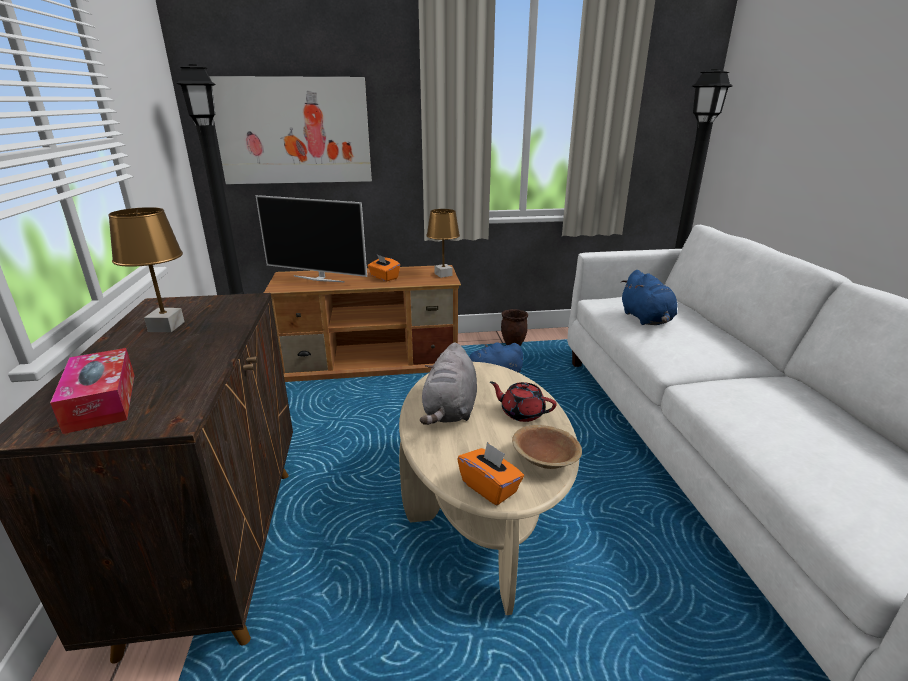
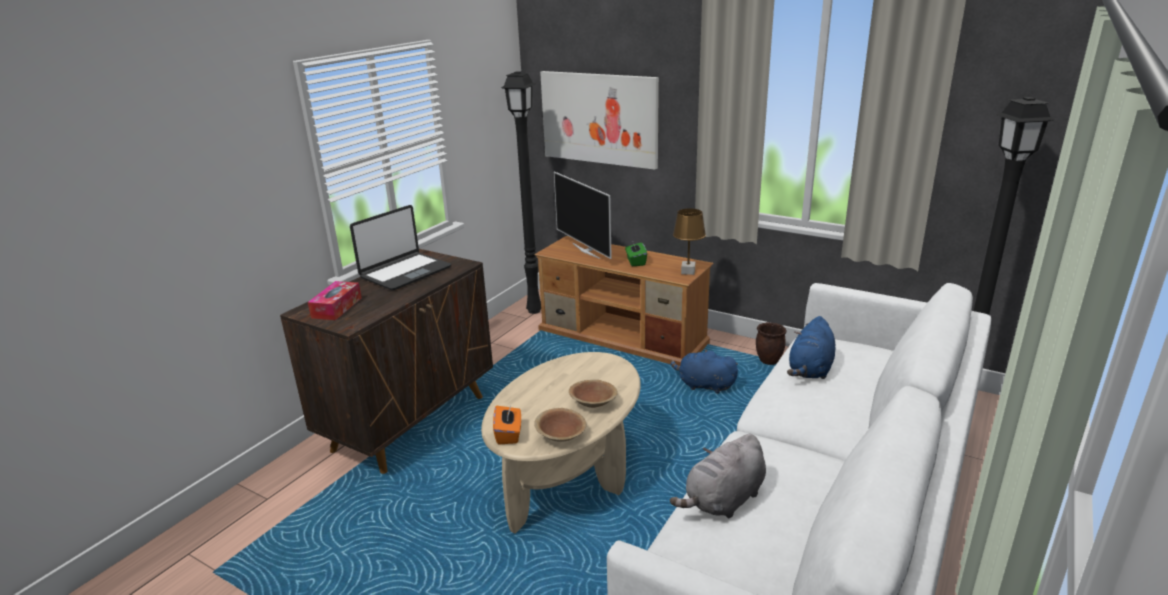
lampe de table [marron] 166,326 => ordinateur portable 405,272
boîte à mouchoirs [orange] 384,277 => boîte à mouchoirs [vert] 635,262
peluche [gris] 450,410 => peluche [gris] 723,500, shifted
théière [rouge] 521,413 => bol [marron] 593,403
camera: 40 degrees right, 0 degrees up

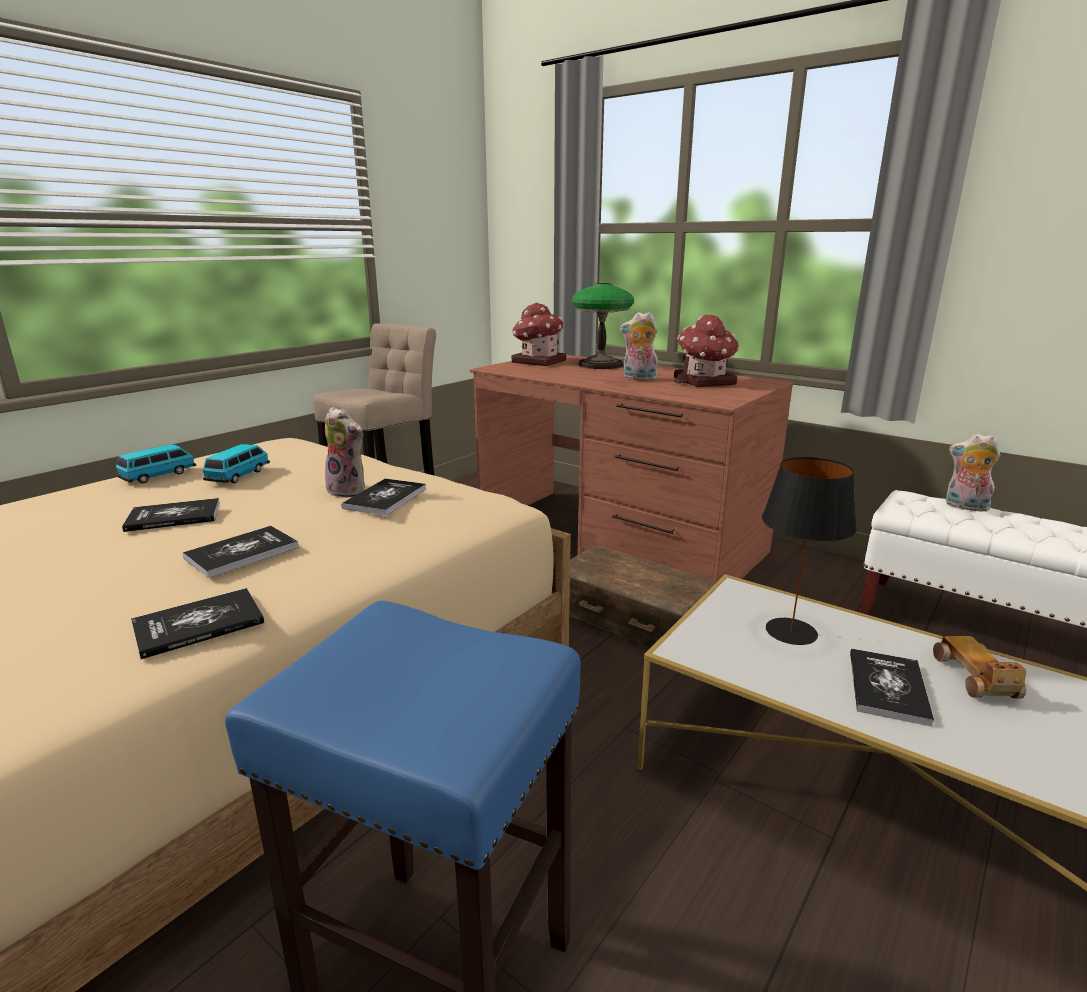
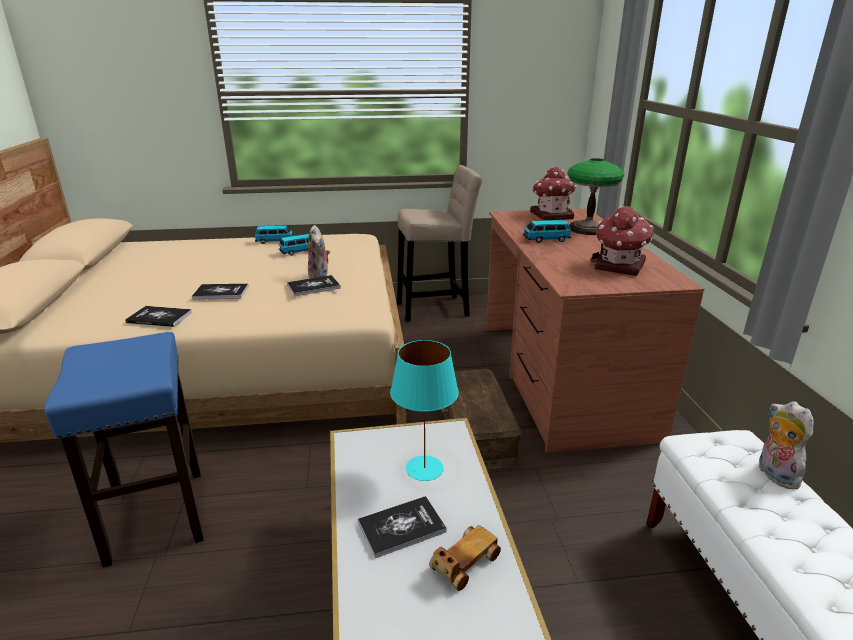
livre 174,517 => nothing
peluche 638,379 => nothing
lampe de table [noir] 791,632 => lampe de table [turquoise] 424,468
nothing => petite voiture 546,239
camera: 45 degrees right, 5 degrees up

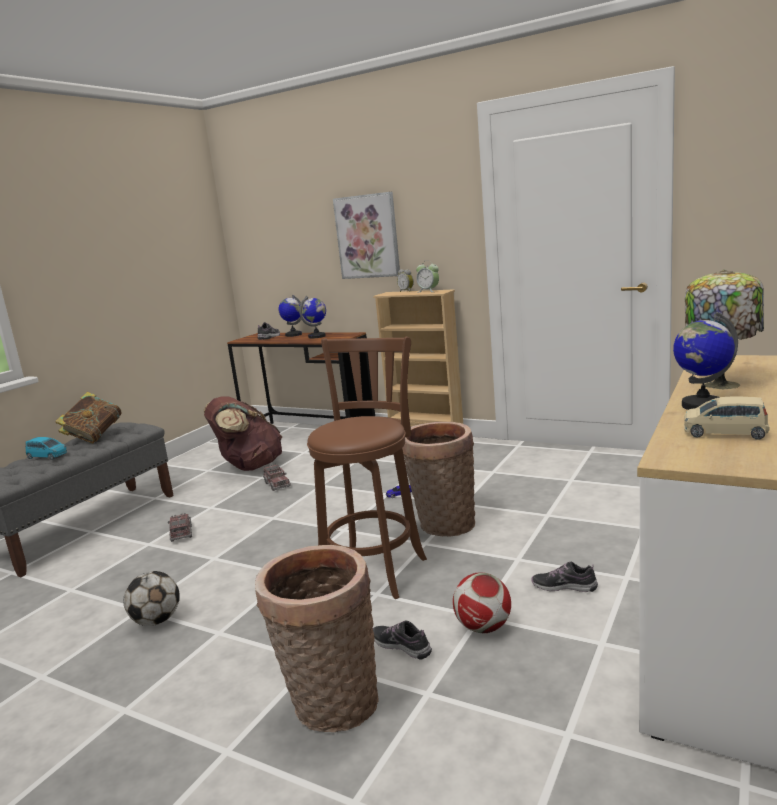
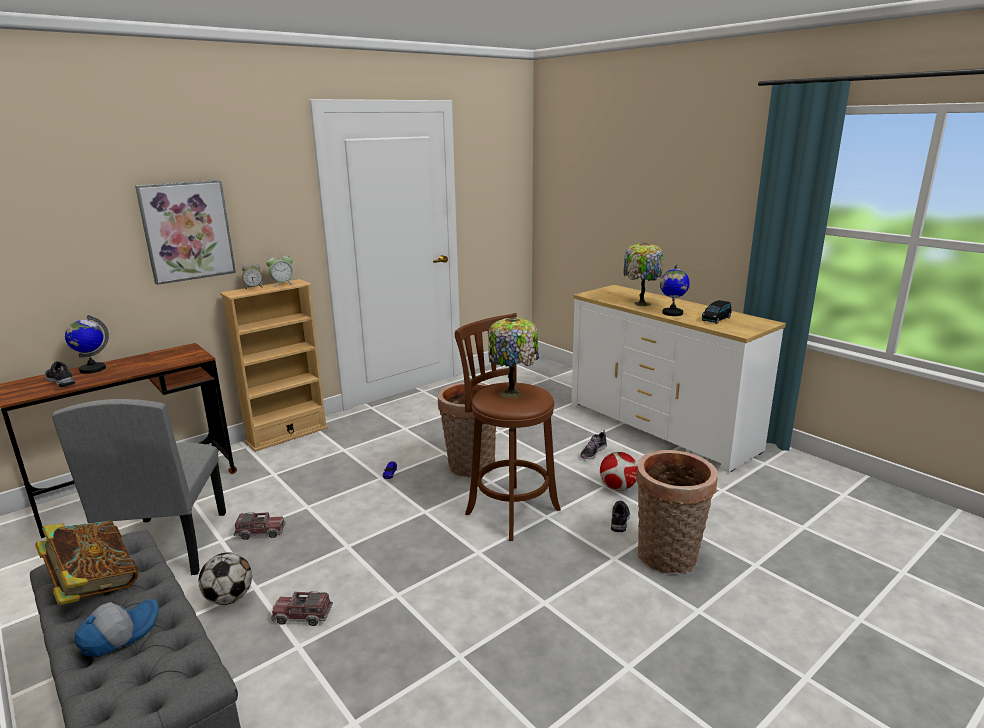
petite voiture [bleu] 47,456 => casquette 119,634
ballon de foot 157,621 => ballon de foot 229,598, shifted
sac à dos [marron] 249,466 => chaise [gris] 169,545
globe 317,336 => nothing
chaussure 401,646 => chaussure 619,520, 135 degrees clockwise
petite voiture [beige] 724,433 => petite voiture [noir] 716,319
nothing => lampe de table 512,394
camera: 70 degrees left, 5 degrees up

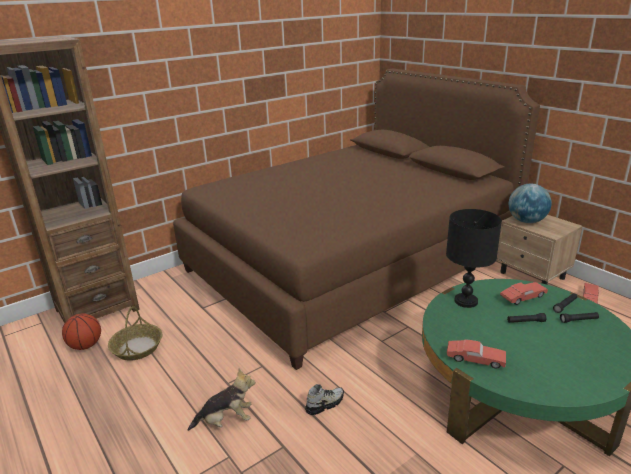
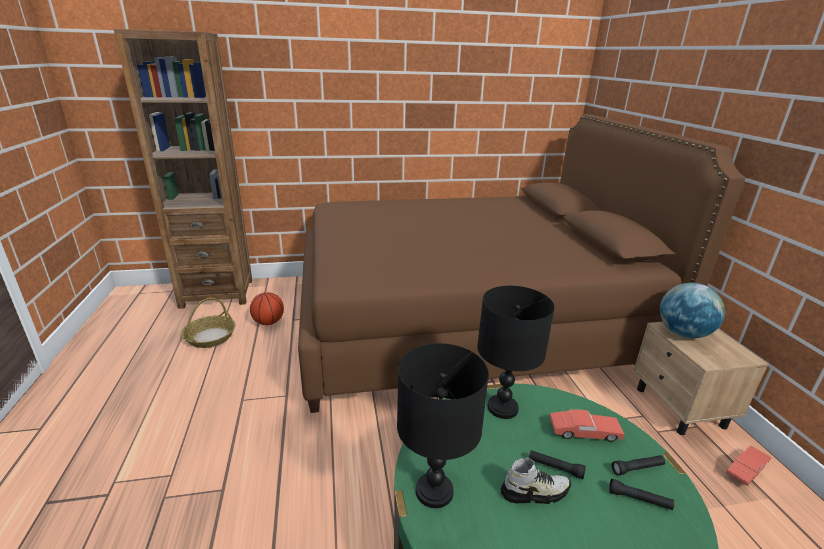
ballon de basket 85,346 => ballon de basket 268,322, shifted
peluche 226,421 => nothing
chaussure 325,404 => chaussure 534,492, shifted
petite voiture [rouge] 475,359 => lampe de table [noir] 434,490
camera: 25 degrees right, 0 degrees up

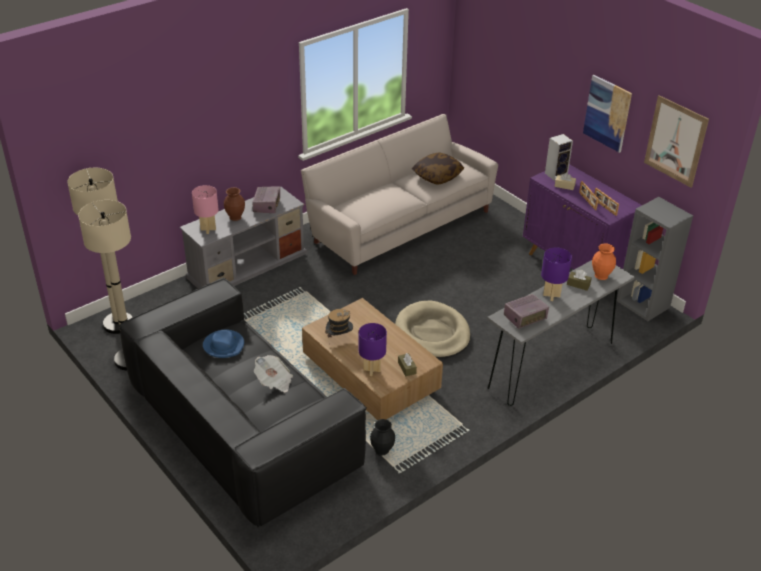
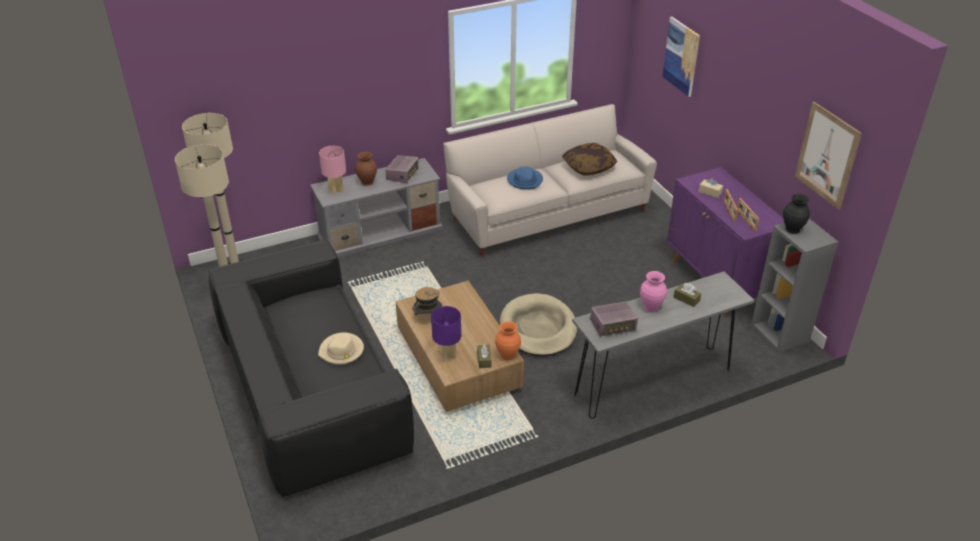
chapeau [bleu] 224,345 => chapeau [bleu] 525,180, shifted
journal 274,381 => chapeau [beige] 341,351
vase [noir] 381,450 => vase [noir] 792,229, shifted
lampe de table [violet] 551,296 => vase [rose] 651,307
enceinte 556,174 => nothing
tableau 607,113 => tableau 681,56, shifted
vase [orange] 601,275 => vase [orange] 508,355, shifted
camera: 15 degrees right, 0 degrees up

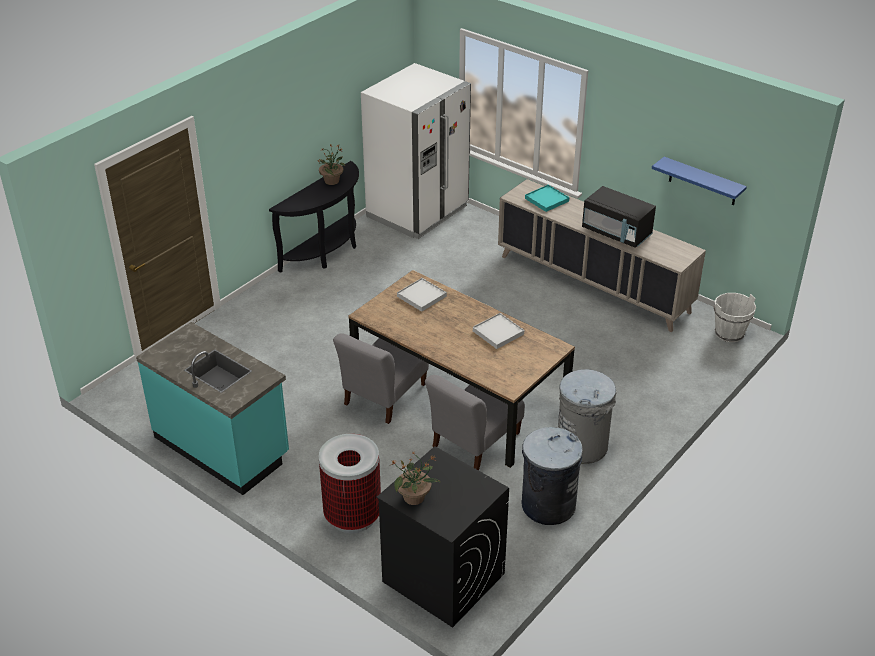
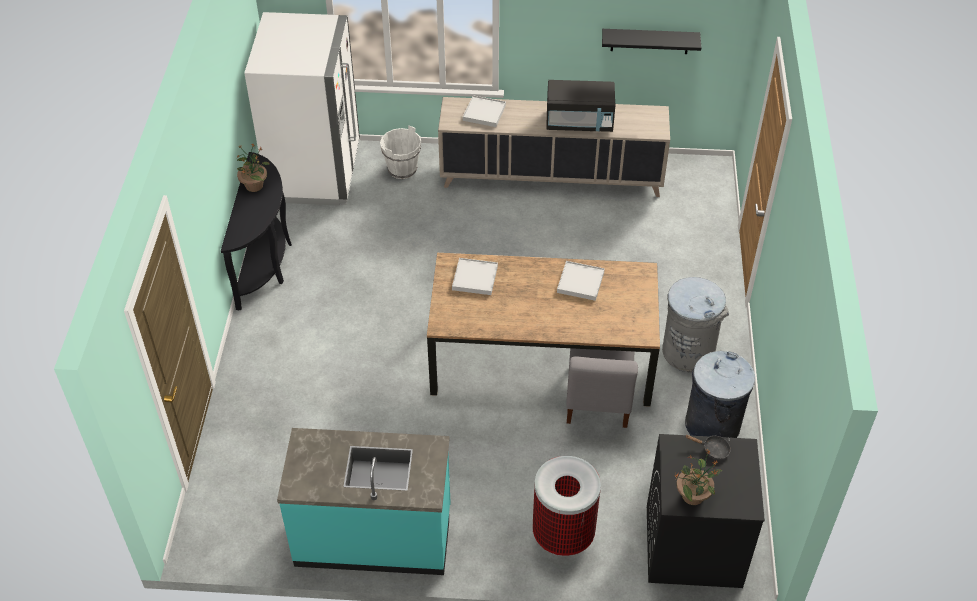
chaise [gris] 383,397 => nothing
plateau [turquoise] 547,200 => plateau [blanc] 484,113
étagère [bleu] 702,182 => étagère [noir] 649,41
seau [blanc] 729,333 => seau [blanc] 402,169, shifted
nothing => poêle [noir] 713,449
camera: 35 degrees left, 10 degrees up

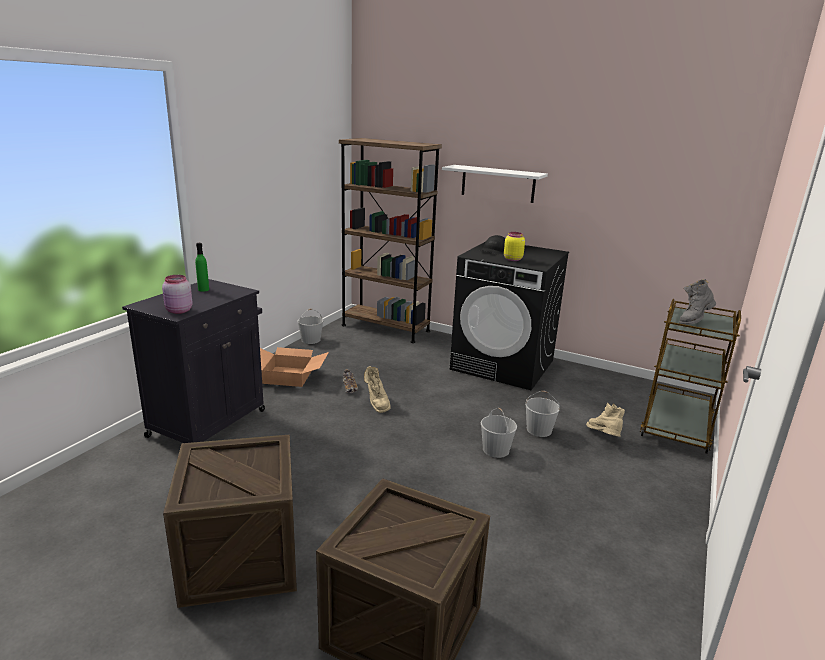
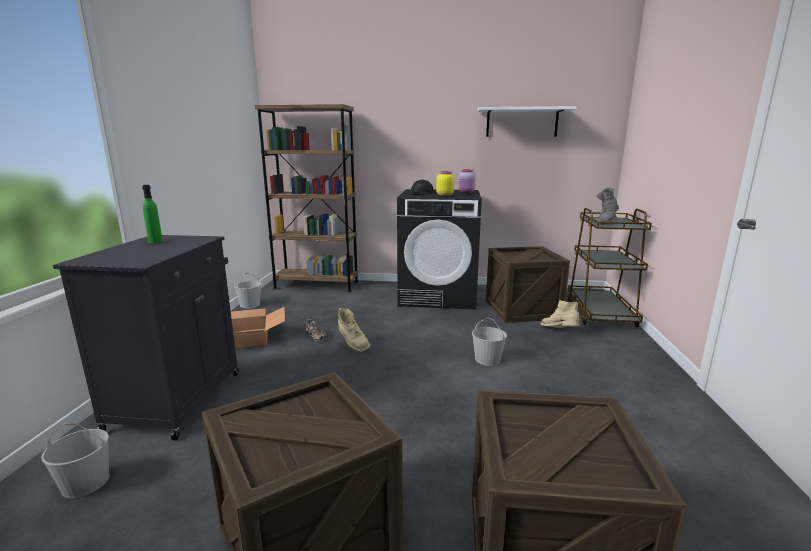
bocal [rose] 178,311 => bocal [rose] 466,192, shifted
étagère [blanc] 498,183 => étagère [blanc] 522,122, shifted
seau [blanc] 538,430 => seau [blanc] 84,483, shifted
nothing => caisse 522,310
camera: 20 degrees left, 5 degrees down

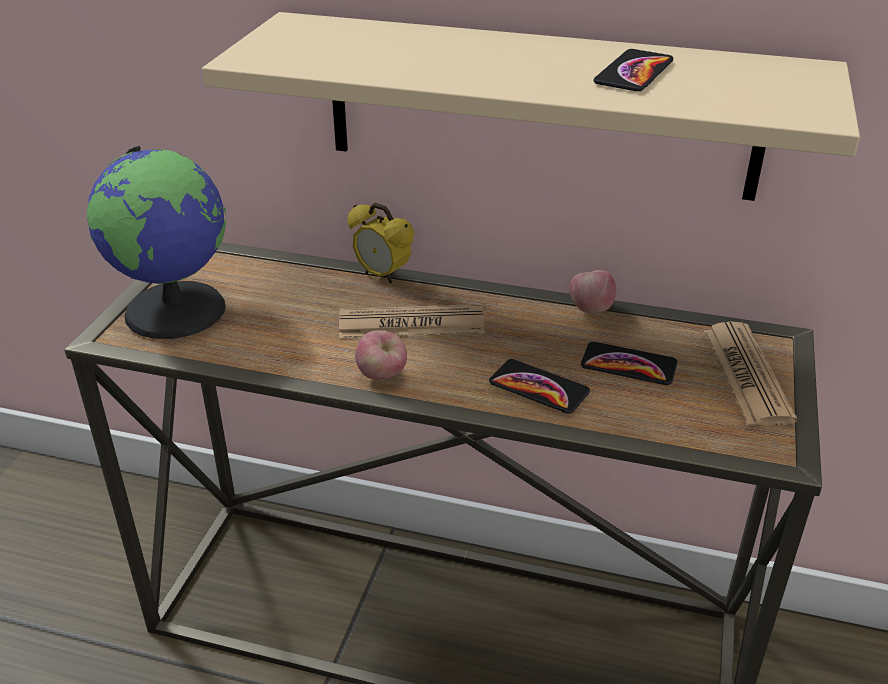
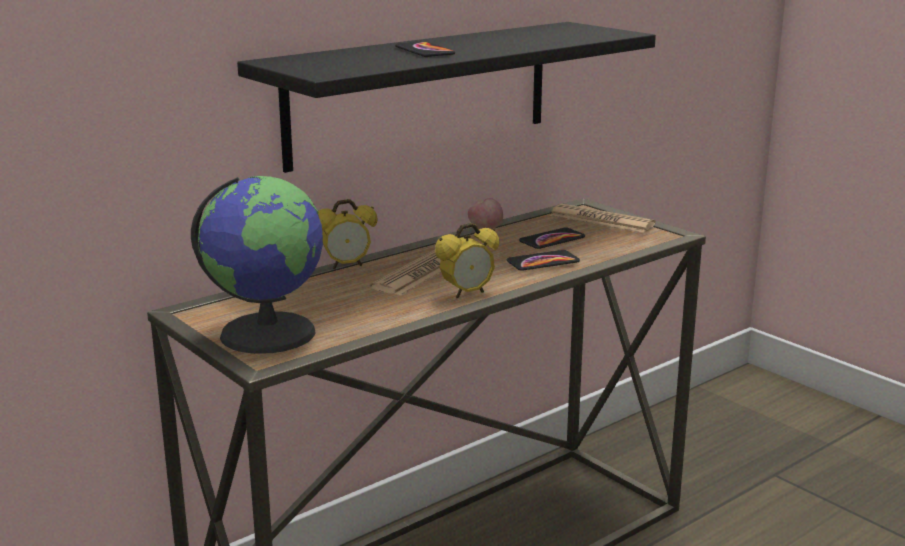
étagère [beige] 539,106 => étagère [noir] 421,92
pomme 382,376 => réveil 467,293
téléphone 634,72 => téléphone 424,51, shifted
camera: 55 degrees left, 15 degrees down

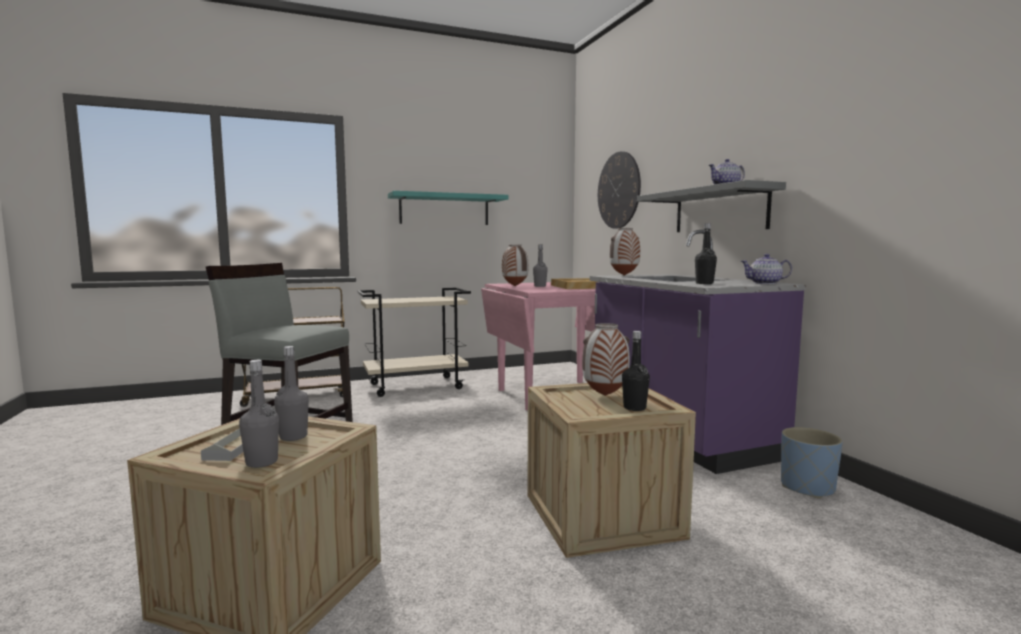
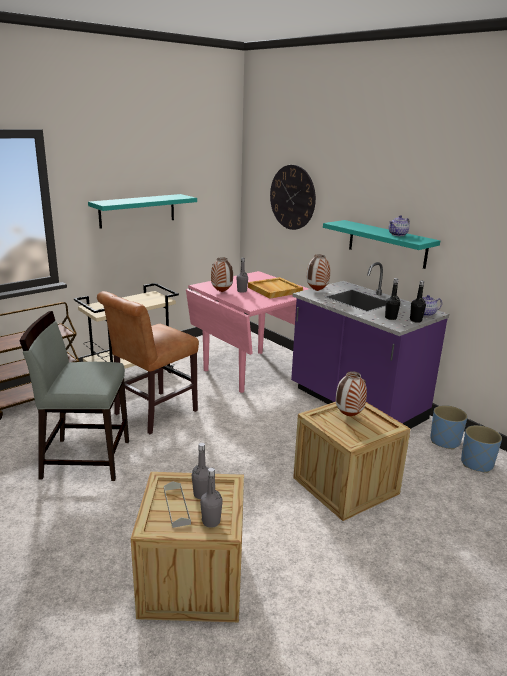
bouteille [noir] 634,408 => bouteille [noir] 415,320, shifted
étagère [gris] 719,210 => étagère [turquoise] 387,244
nothing => chaise [marron] 152,414
nothing => cache-pot [bleu] 477,464
camera: 20 degrees left, 15 degrees up

